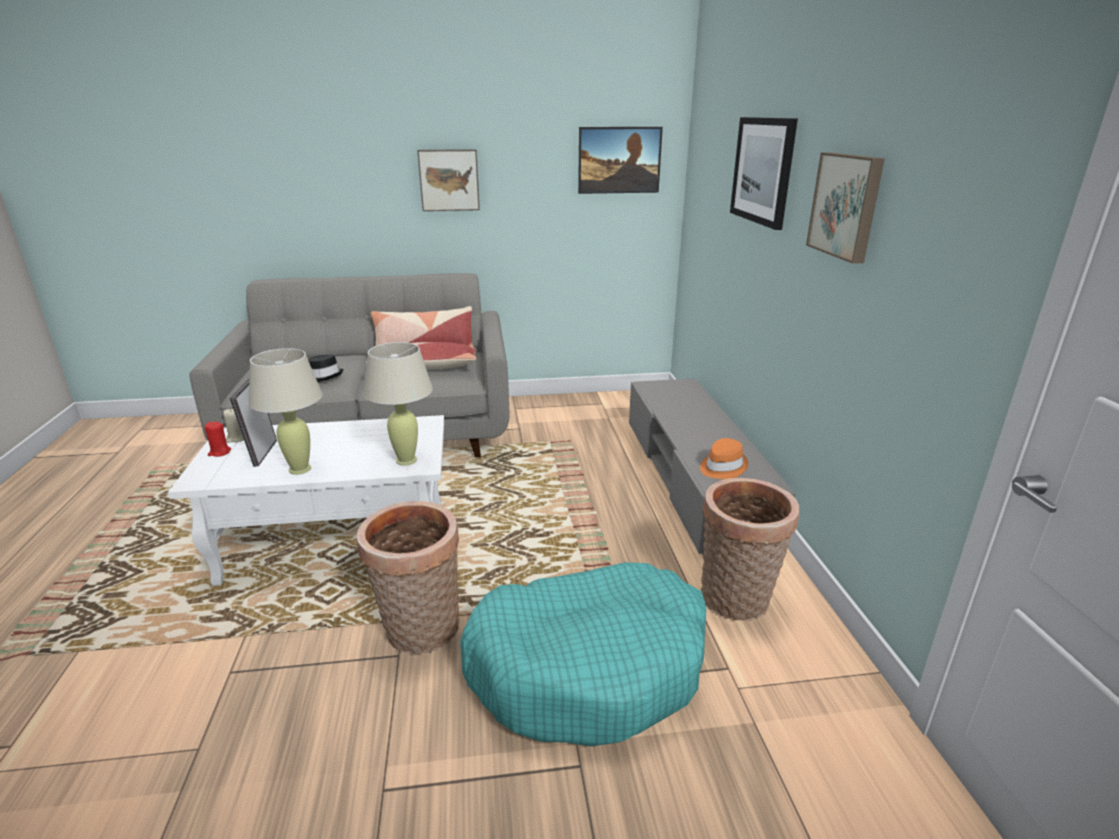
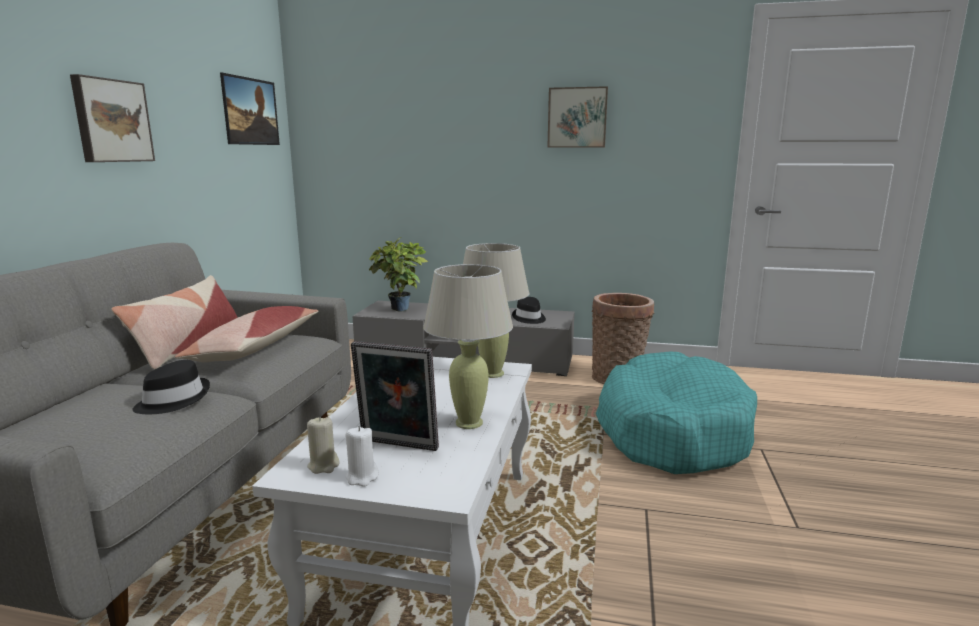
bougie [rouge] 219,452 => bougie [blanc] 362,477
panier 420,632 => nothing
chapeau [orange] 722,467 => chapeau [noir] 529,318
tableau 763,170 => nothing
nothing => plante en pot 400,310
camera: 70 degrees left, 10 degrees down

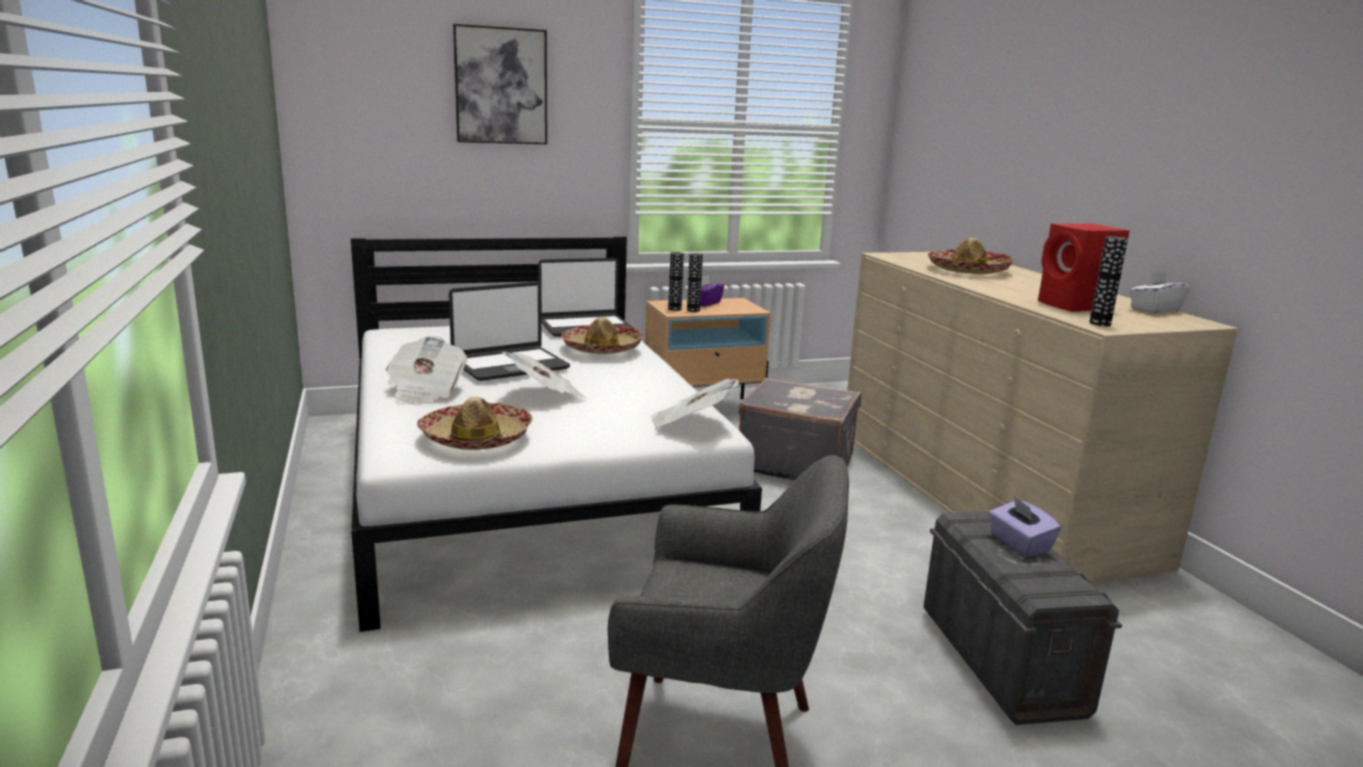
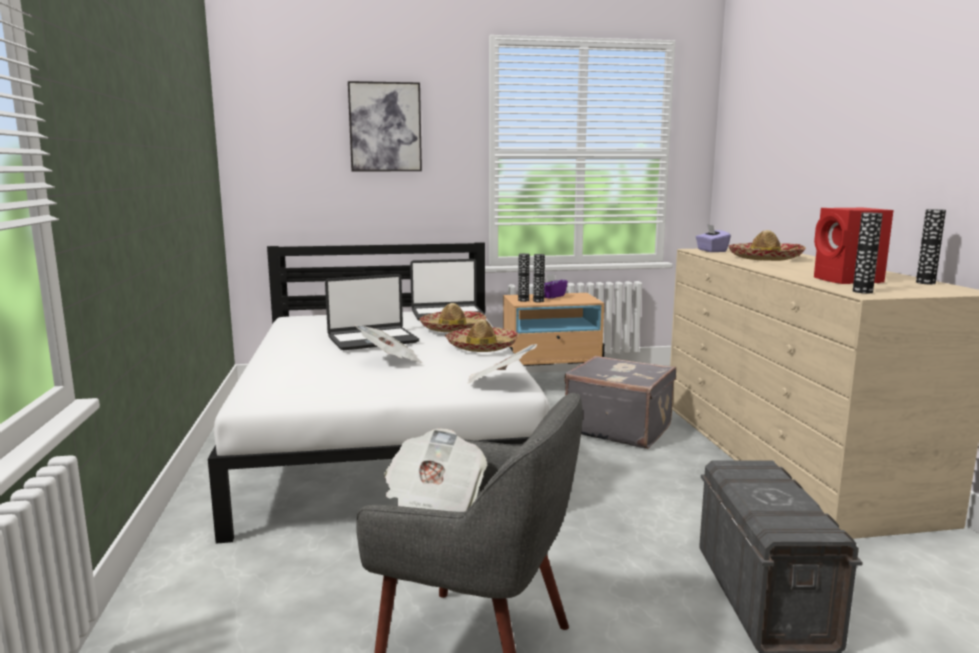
journal 425,392 => journal 433,506, shifted
chapeau 476,438 => chapeau 482,347, shifted
boîte à mouchoirs [violet] 1019,544 => boîte à mouchoirs [violet] 711,251, shifted
boîte à mouchoirs [blanc] 1154,310 => vase 925,283
camera: 10 degrees right, 5 degrees down

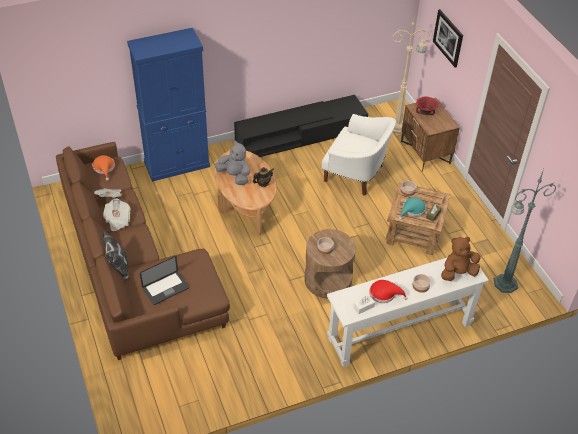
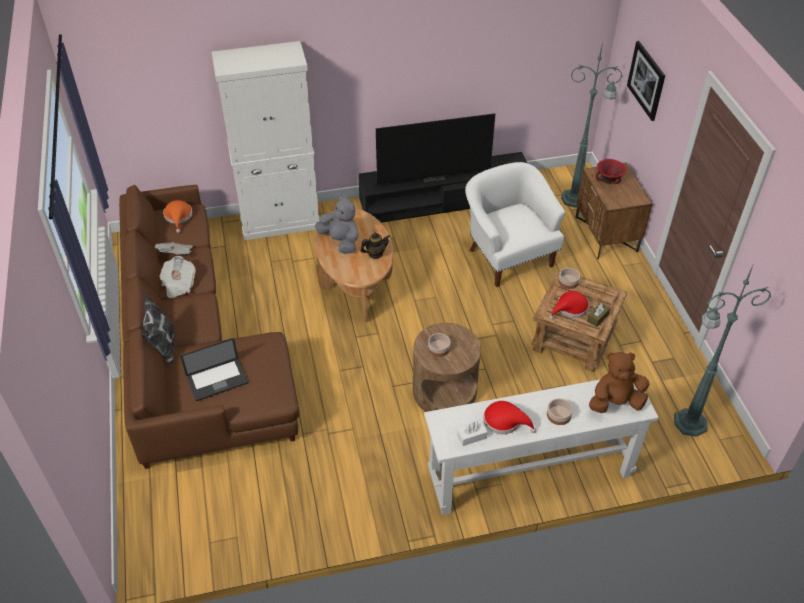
meuble de rangement [bleu] 177,164 => meuble de rangement [blanc] 280,221
fauteuil [blanc] 356,175 => fauteuil [blanc] 508,255, 150 degrees counterclockwise
lampadaire [beige] 398,127 => lampadaire [vert] 575,199
chapeau [turquoise] 412,210 => chapeau [rouge] 570,308
nothing => téléviseur 433,176
camera: 10 degrees right, 0 degrees up

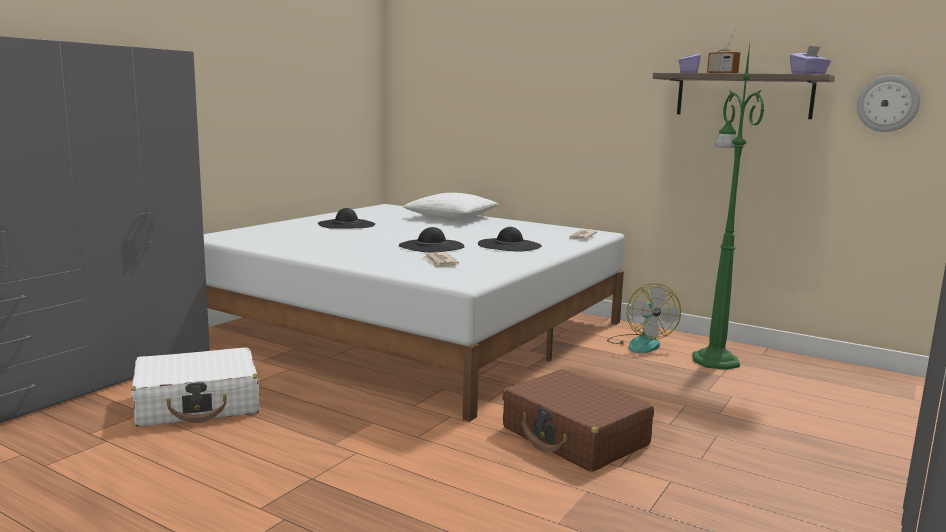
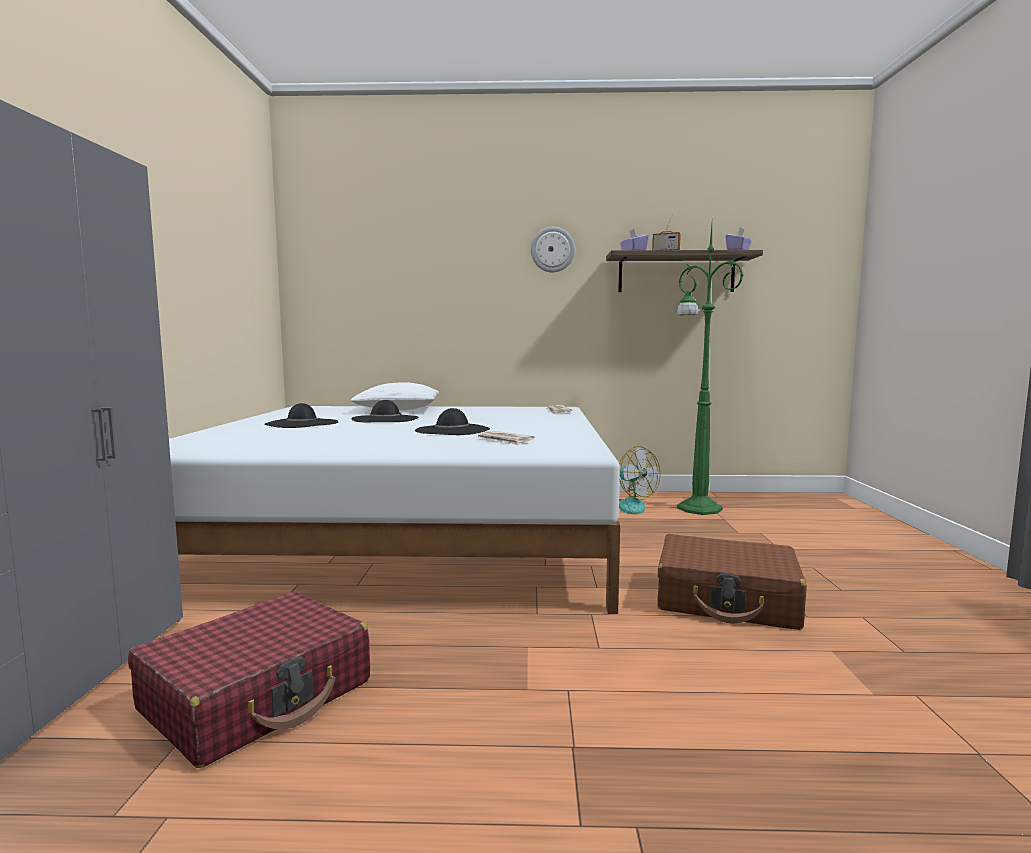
valise [blanc] 198,404 => valise [rouge] 258,696
chapeau [noir] 509,245 => chapeau [noir] 385,419, shifted
horloge murale 887,103 => horloge murale 552,249, shifted
camera: 30 degrees left, 5 degrees down

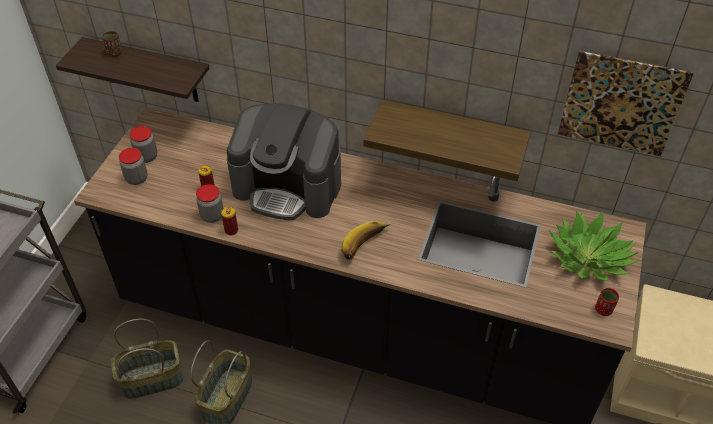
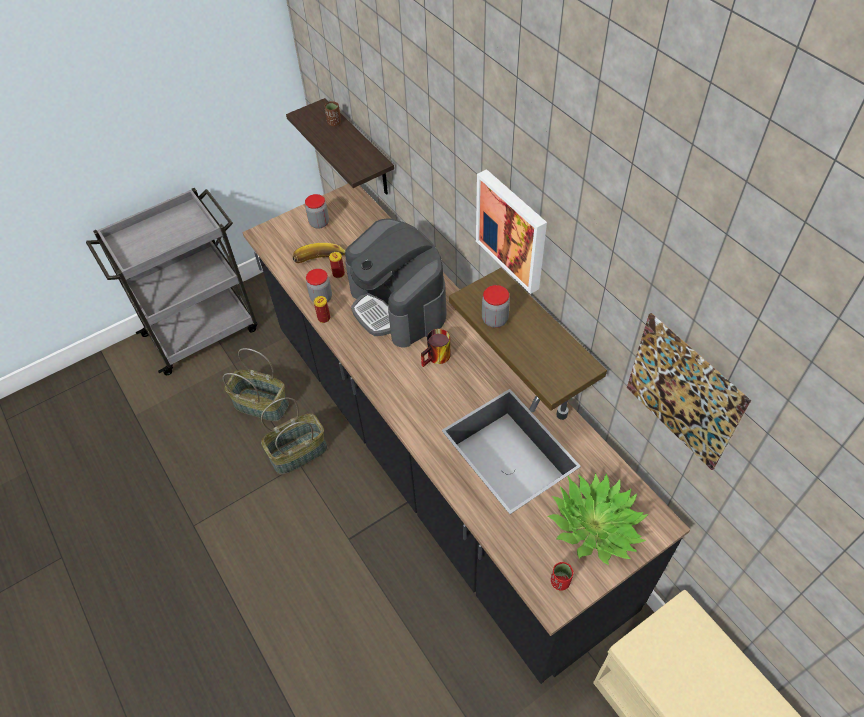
bocal 136,178 => bocal 495,319, shifted
banane 366,246 => banane 321,262, shifted
nothing => mug 437,358
nothing => tableau 513,230
camera: 40 degrees right, 5 degrees up

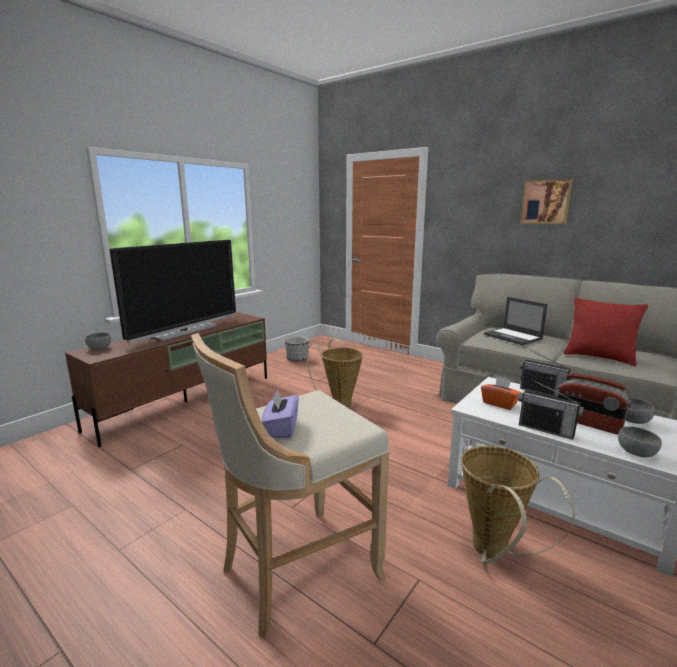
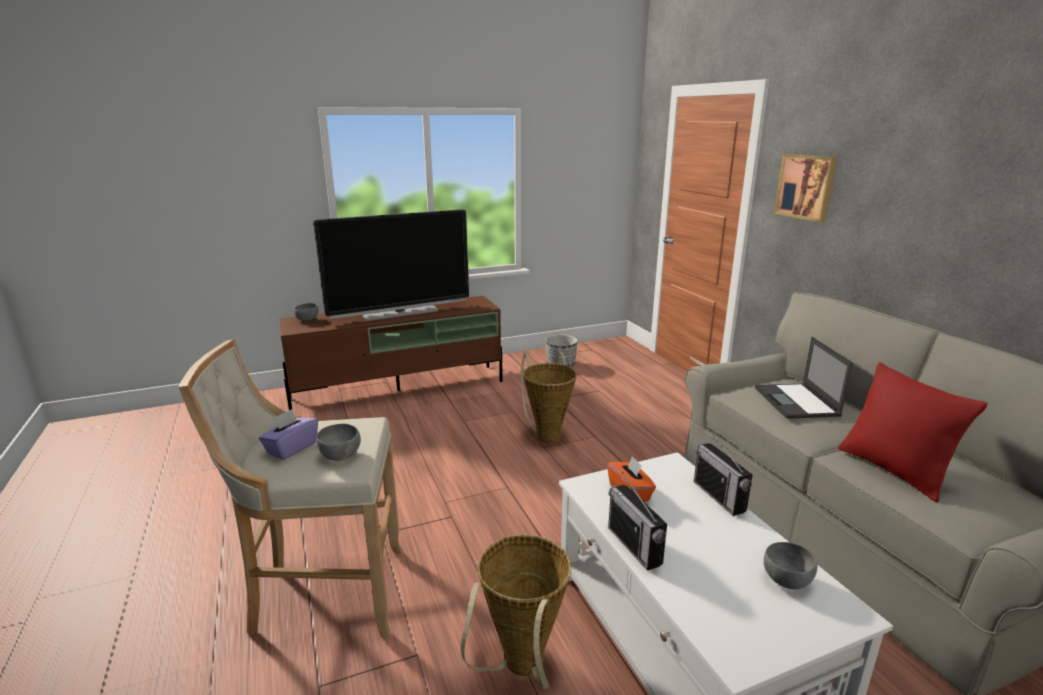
tableau 546,202 => tableau 806,187, shifted
radio 587,423 => nothing
bol [gris] 636,453 => bol [gris] 341,455, shifted
camera: 30 degrees right, 5 degrees up

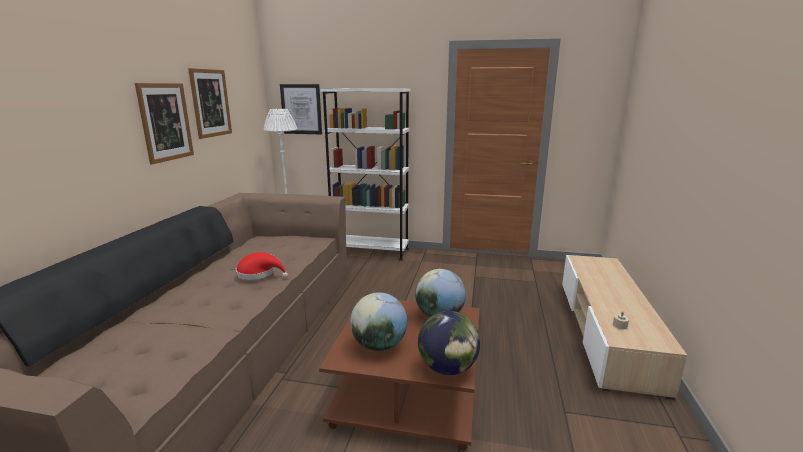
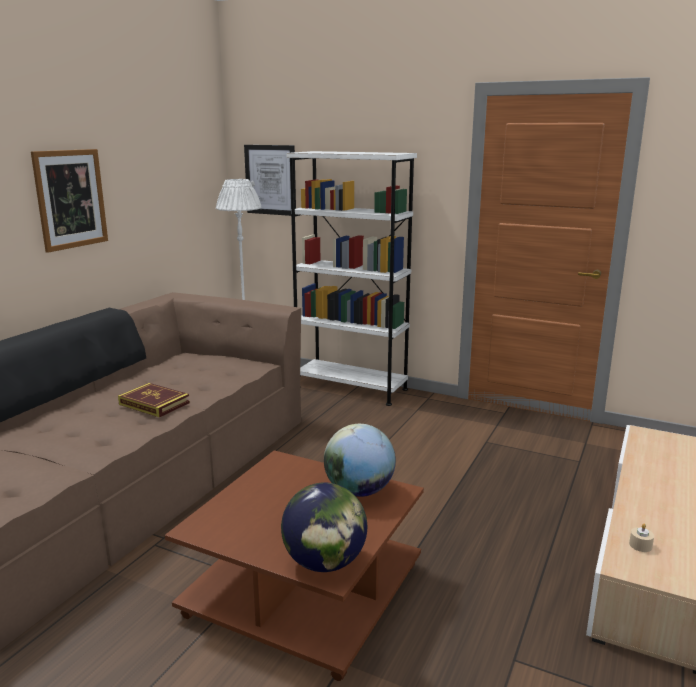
tableau 210,103 => nothing
chapeau [rouge] 259,273 => livre 154,403
globe 379,345 => nothing
camera: 15 degrees right, 0 degrees up

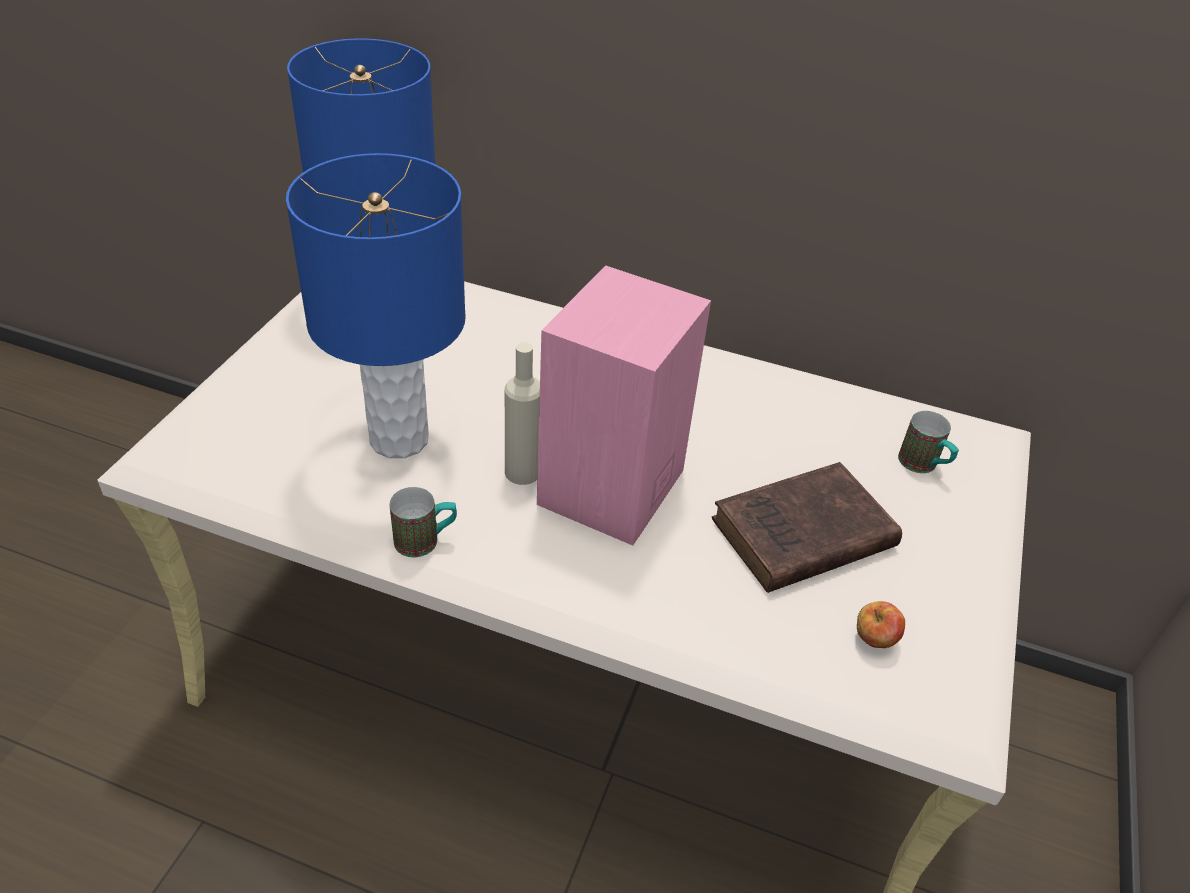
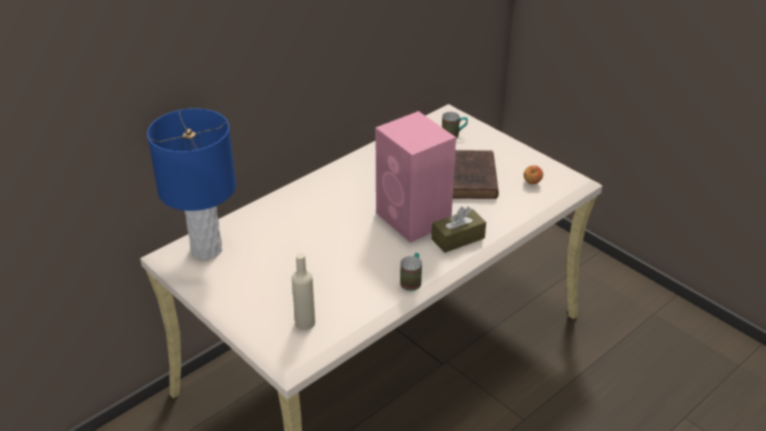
lampe de table [bleu] 399,438 => nothing
bouteille [beige] 522,472 => bouteille [beige] 305,322, shifted
nothing => boîte à mouchoirs [marron] 458,238
camera: 60 degrees left, 5 degrees down

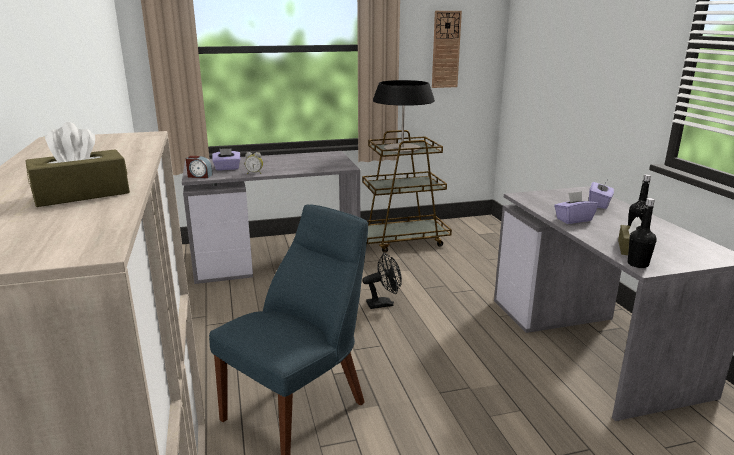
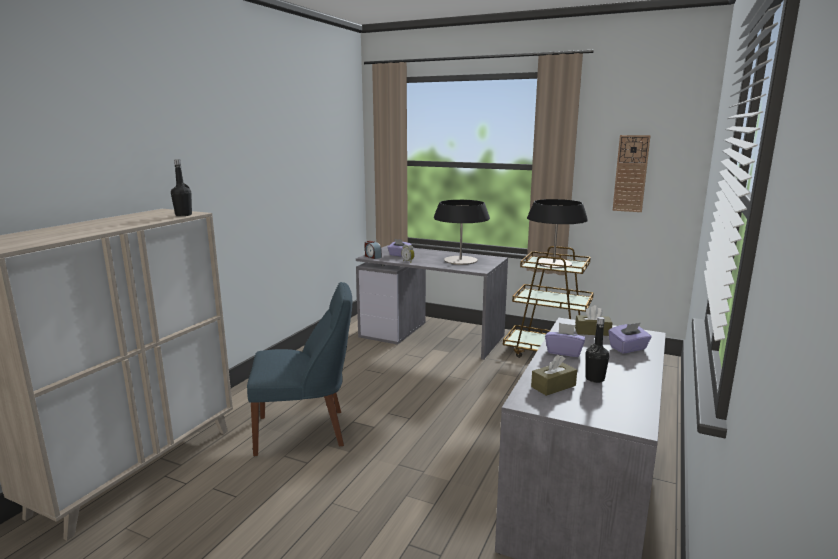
boîte à mouchoirs [marron] 81,194 => boîte à mouchoirs [marron] 592,332, shifted
ventilateur [noir] 384,303 => nothing
bouteille [noir] 637,264 => bouteille [noir] 183,215, shifted
nothing => lampe de table 460,260
camera: 40 degrees right, 5 degrees down

